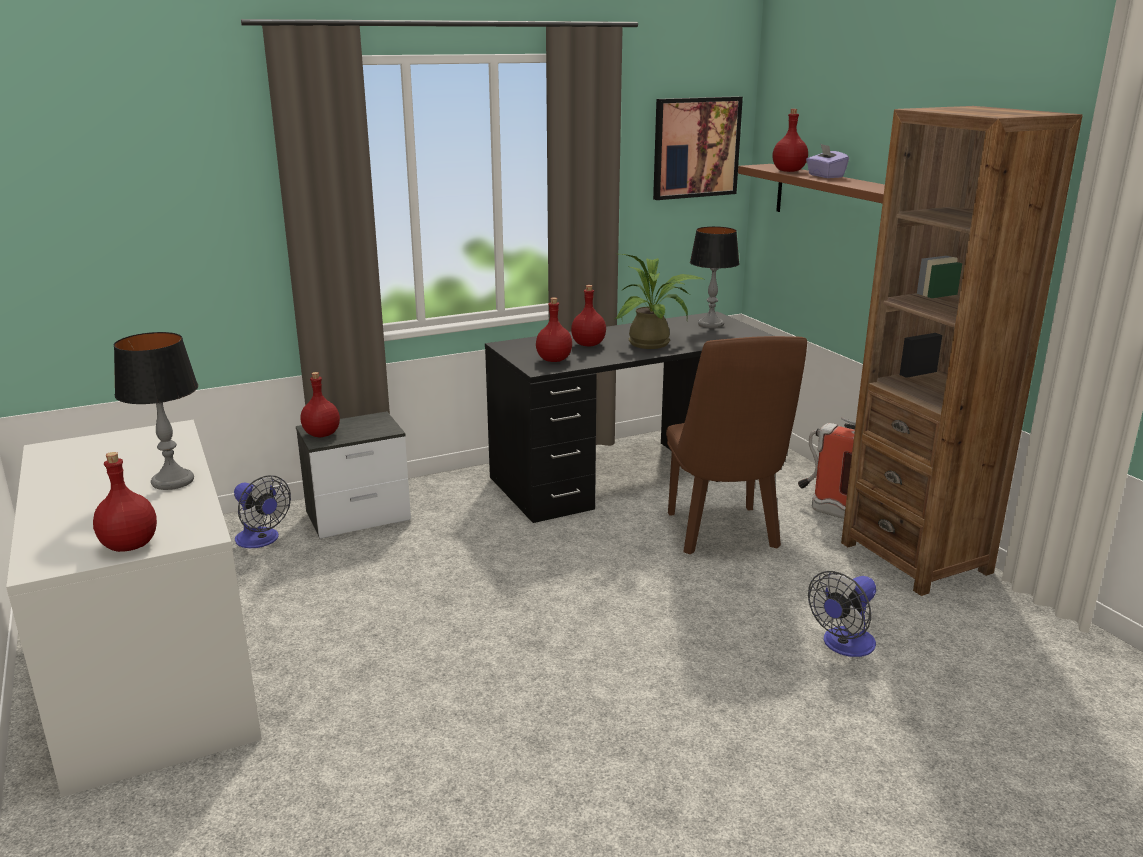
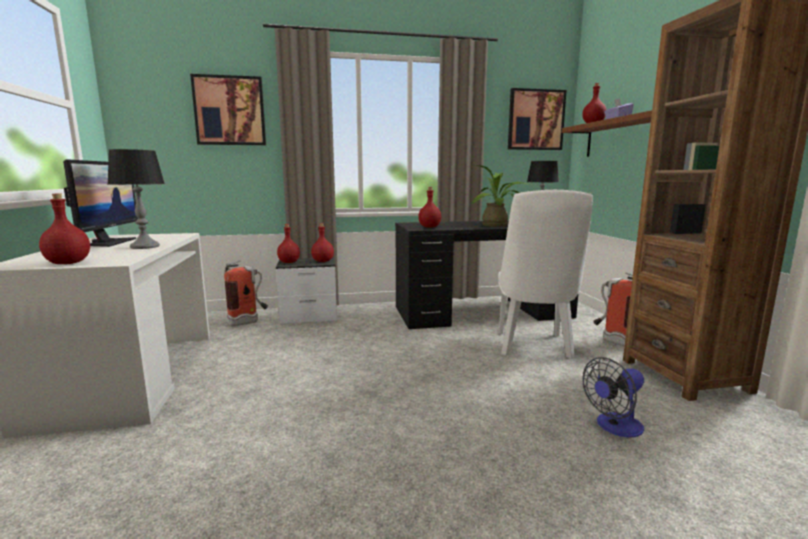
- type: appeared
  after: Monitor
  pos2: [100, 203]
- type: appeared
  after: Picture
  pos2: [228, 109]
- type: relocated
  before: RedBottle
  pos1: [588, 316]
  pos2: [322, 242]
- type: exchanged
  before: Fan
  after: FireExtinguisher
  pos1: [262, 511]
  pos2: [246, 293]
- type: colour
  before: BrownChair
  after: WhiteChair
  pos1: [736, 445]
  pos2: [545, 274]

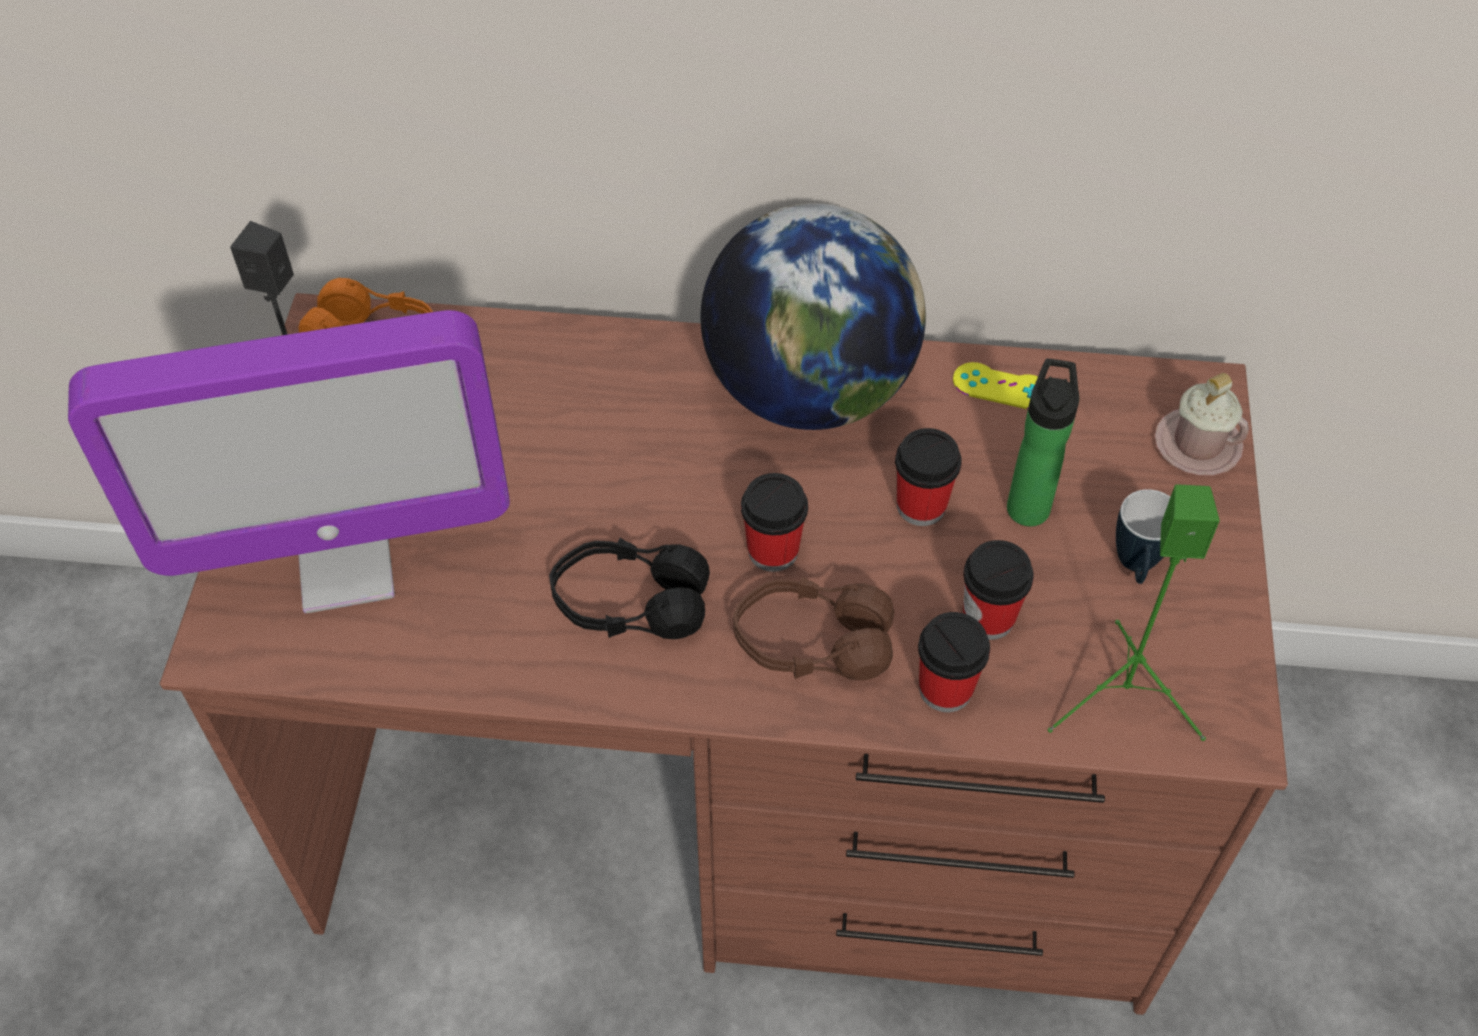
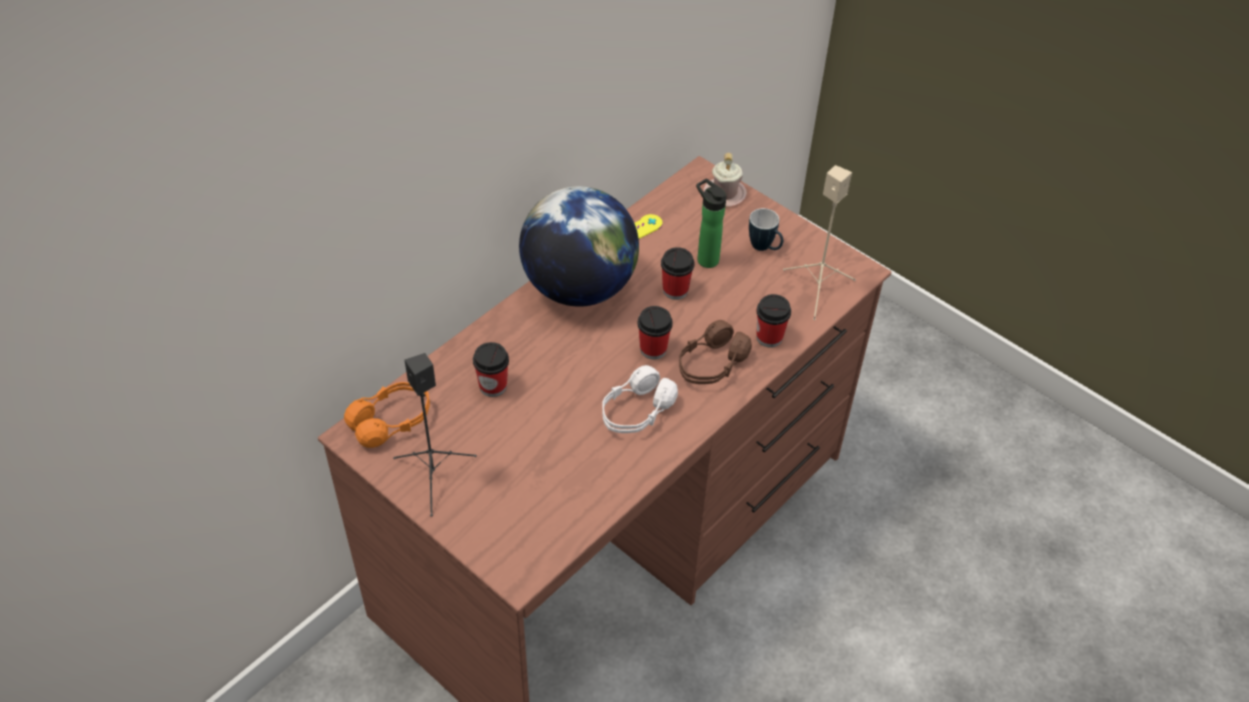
- type: missing
  before: Monitor
  pos1: [289, 461]
- type: relocated
  before: Cup
  pos1: [998, 590]
  pos2: [491, 369]
- type: colour
  before: BlackHeadphones
  after: WhiteHeadphones
  pos1: [629, 588]
  pos2: [640, 399]
- type: colour
  before: GreenSpeaker
  after: BeigeSpeaker
  pos1: [1134, 612]
  pos2: [819, 242]

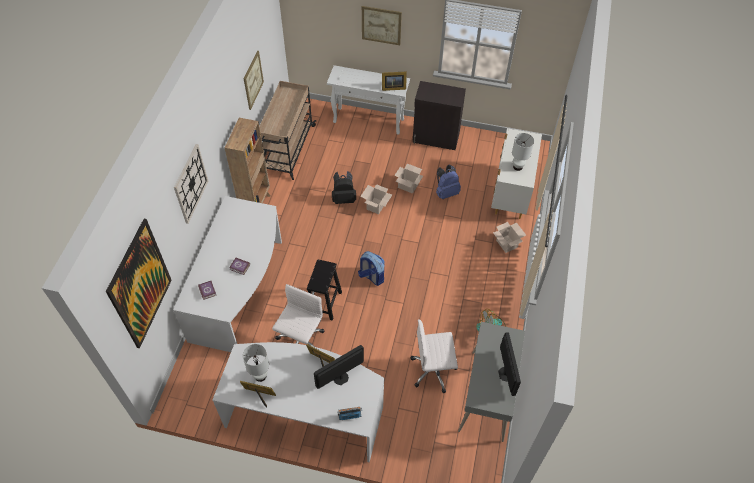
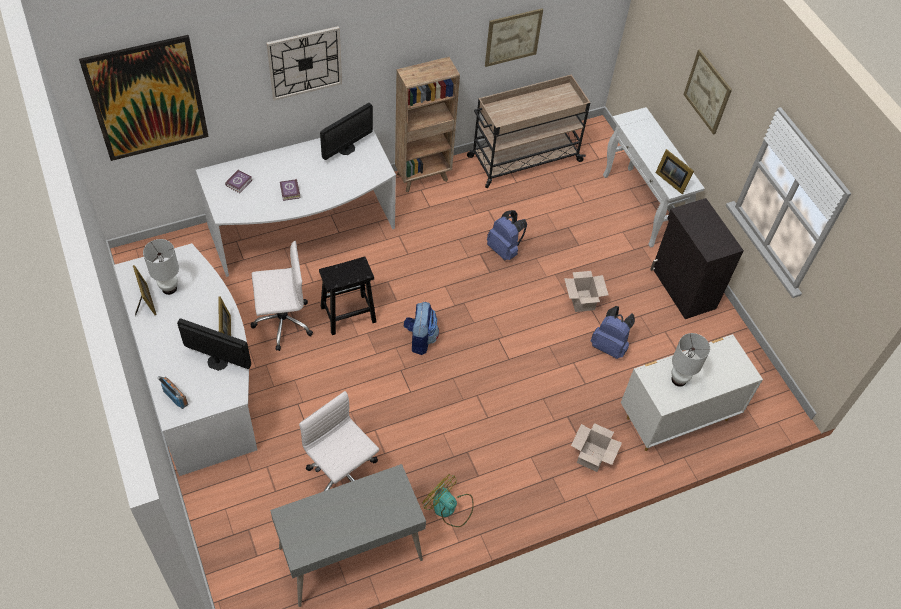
- type: missing
  before: CardboardBox
  pos1: [376, 199]
- type: relocated
  before: Monitor
  pos1: [509, 364]
  pos2: [346, 131]
- type: colour
  before: BlackBackpack
  after: BlueBackpack
  pos1: [344, 187]
  pos2: [507, 235]

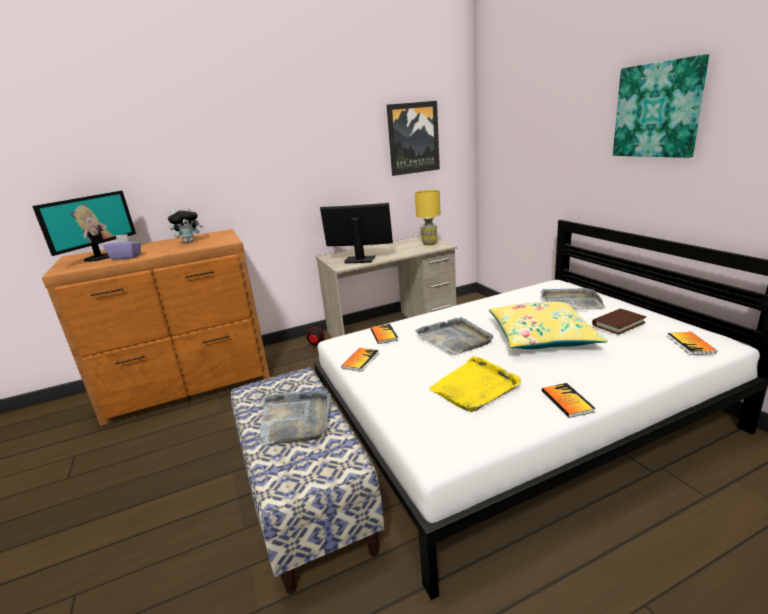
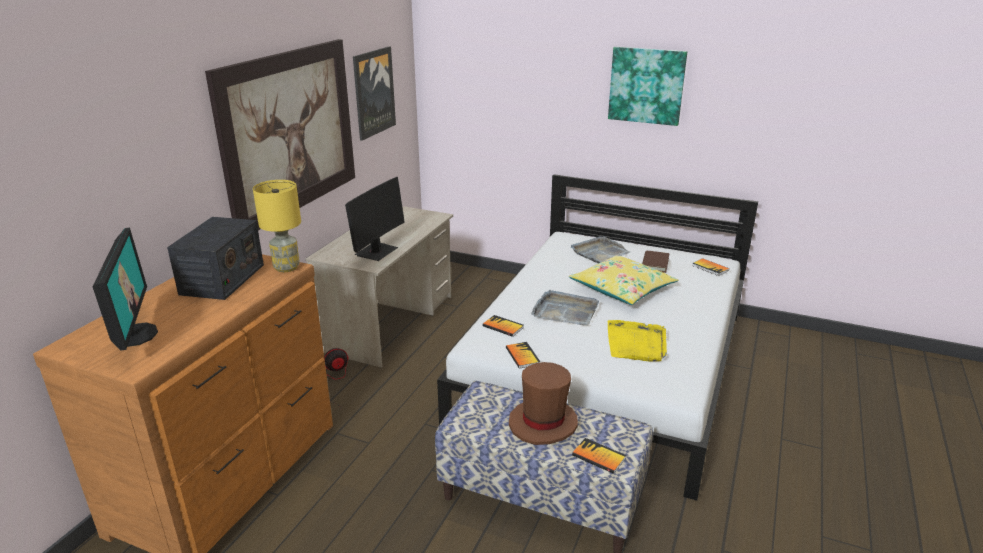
- type: missing
  before: PurpleTissueBox
  pos1: [122, 247]
- type: appeared
  after: Picture
  pos2: [280, 134]
- type: relocated
  before: YellowTableLamp
  pos1: [428, 217]
  pos2: [277, 226]
- type: relocated
  before: Book
  pos1: [569, 400]
  pos2: [599, 456]
- type: exchanged
  before: PlushToy
  after: Radio
  pos1: [185, 225]
  pos2: [215, 258]
- type: exchanged
  before: GreyTray
  after: BrownHat
  pos1: [295, 417]
  pos2: [543, 403]
- type: spun
  before: Monitor
  pos1: [356, 233]
  pos2: [375, 219]
  turn: 150

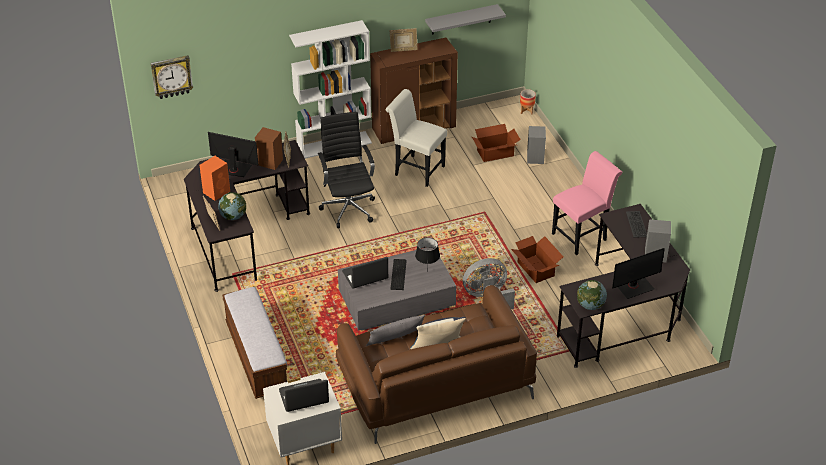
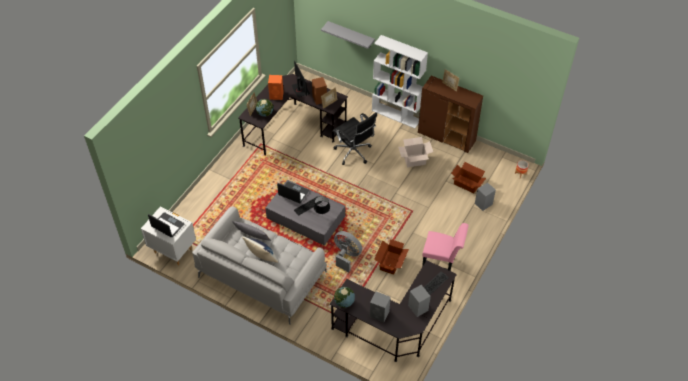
- type: missing
  before: WallClock
  pos1: [172, 77]
- type: missing
  before: Bench
  pos1: [254, 343]
- type: relocated
  before: GreyShelf
  pos1: [465, 19]
  pos2: [348, 35]
- type: exchanged
  before: WhiteChair
  after: CardboardBox
  pos1: [416, 138]
  pos2: [415, 152]
- type: exchanged
  before: Monitor
  after: GreySpeaker
  pos1: [638, 273]
  pos2: [380, 306]
- type: colour
  before: BrownSofa
  after: GreySofa
  pos1: [436, 364]
  pos2: [259, 265]
- type: spun
  before: BlackOfficeChair
  pos1: [346, 170]
  pos2: [354, 138]
  turn: 105

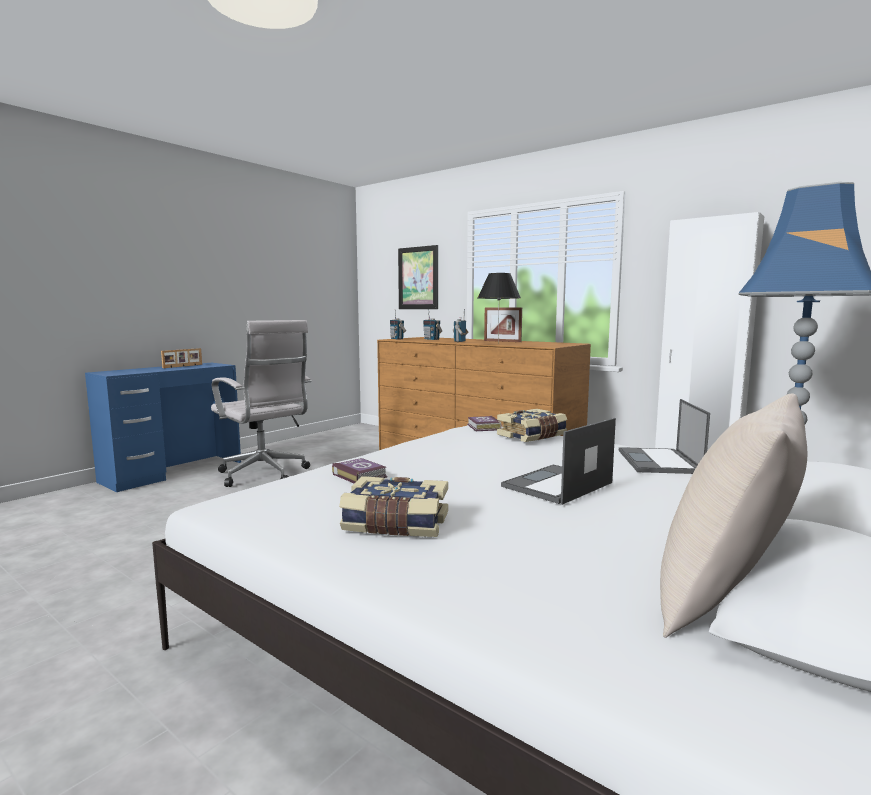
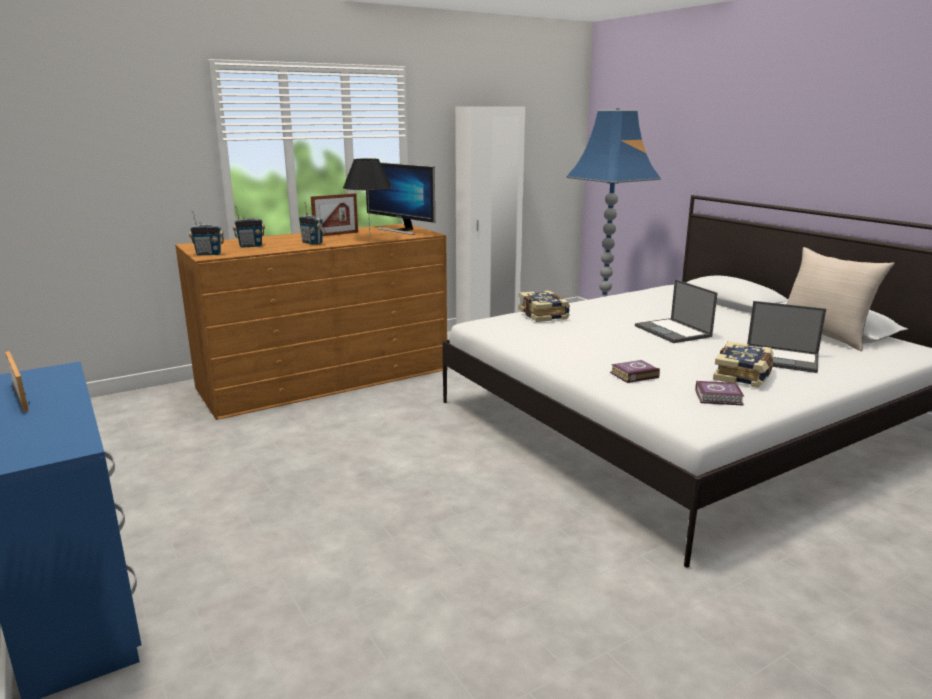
- type: missing
  before: WhiteOfficeChair
  pos1: [261, 403]
- type: missing
  before: Picture
  pos1: [418, 277]
- type: appeared
  after: Monitor
  pos2: [400, 198]
- type: relocated
  before: Book
  pos1: [484, 423]
  pos2: [720, 393]
- type: relocated
  before: Laptop
  pos1: [664, 436]
  pos2: [786, 337]

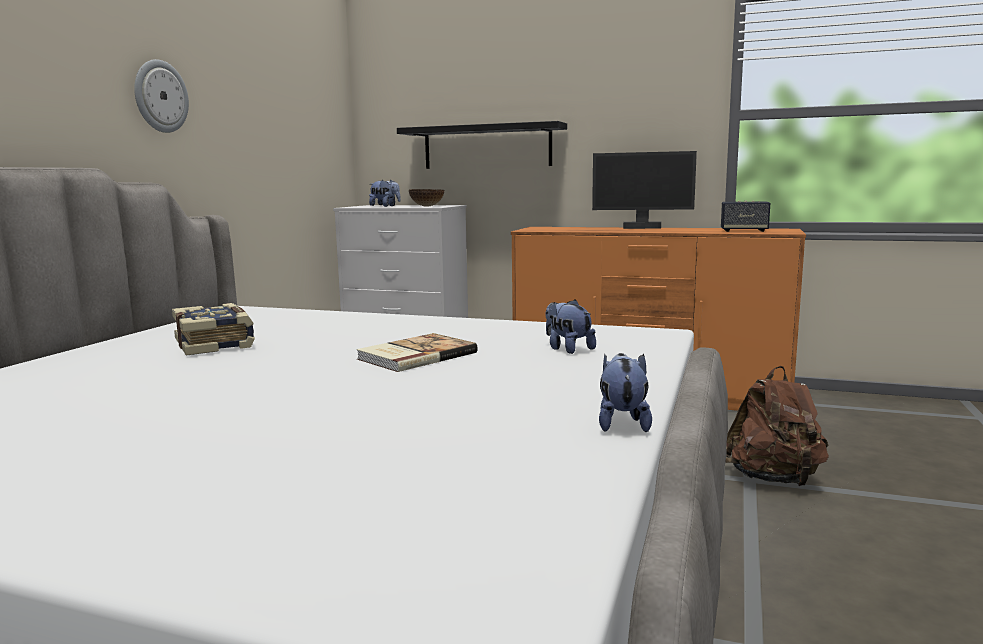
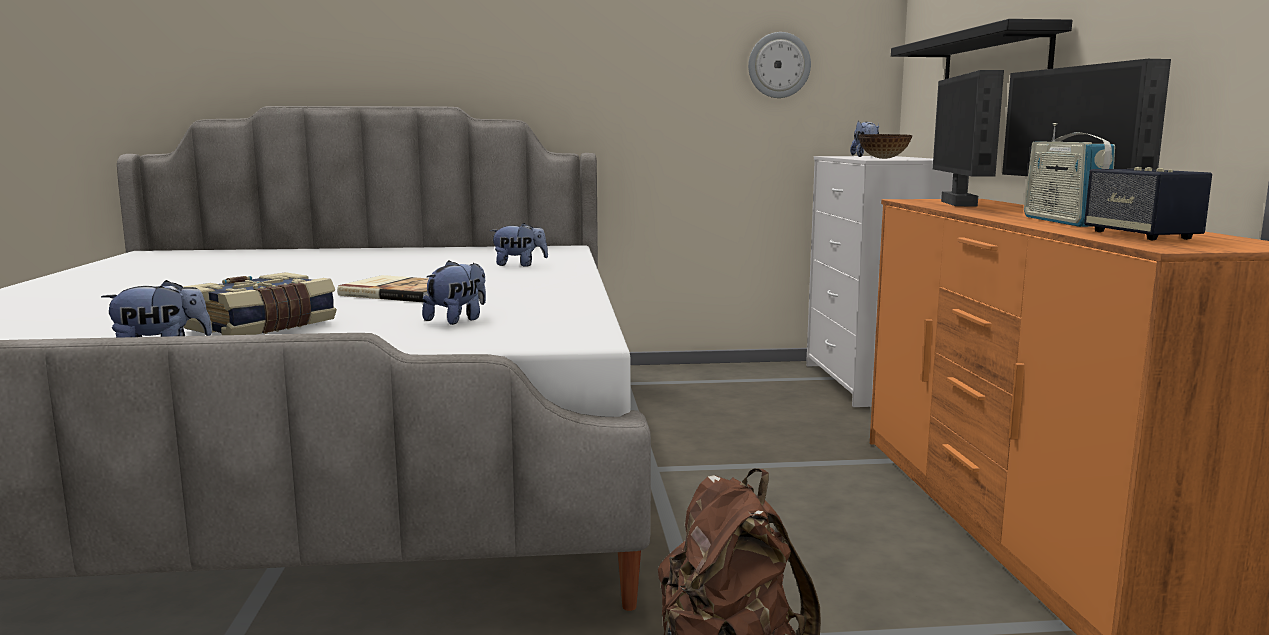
- type: appeared
  after: PlushToy
  pos2: [519, 245]
- type: appeared
  after: Monitor
  pos2: [968, 138]
- type: appeared
  after: Radio
  pos2: [1069, 175]
- type: relocated
  before: WallClock
  pos1: [161, 96]
  pos2: [779, 65]
- type: relocated
  before: Book
  pos1: [213, 329]
  pos2: [260, 303]

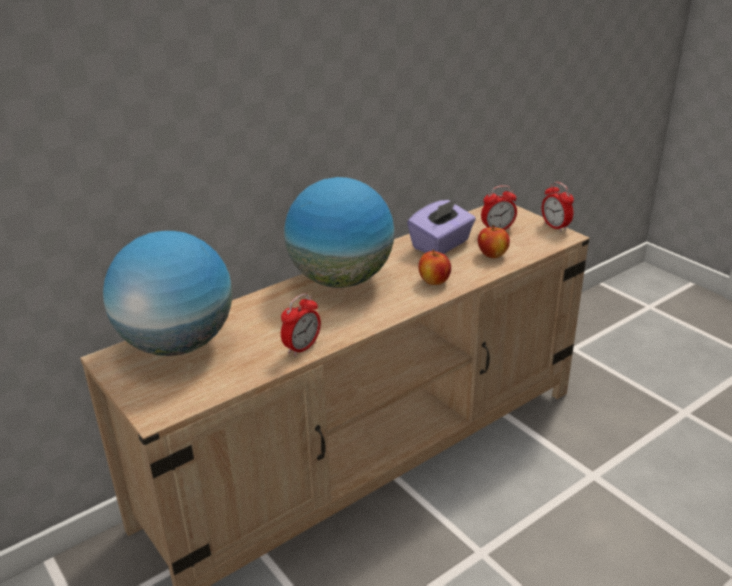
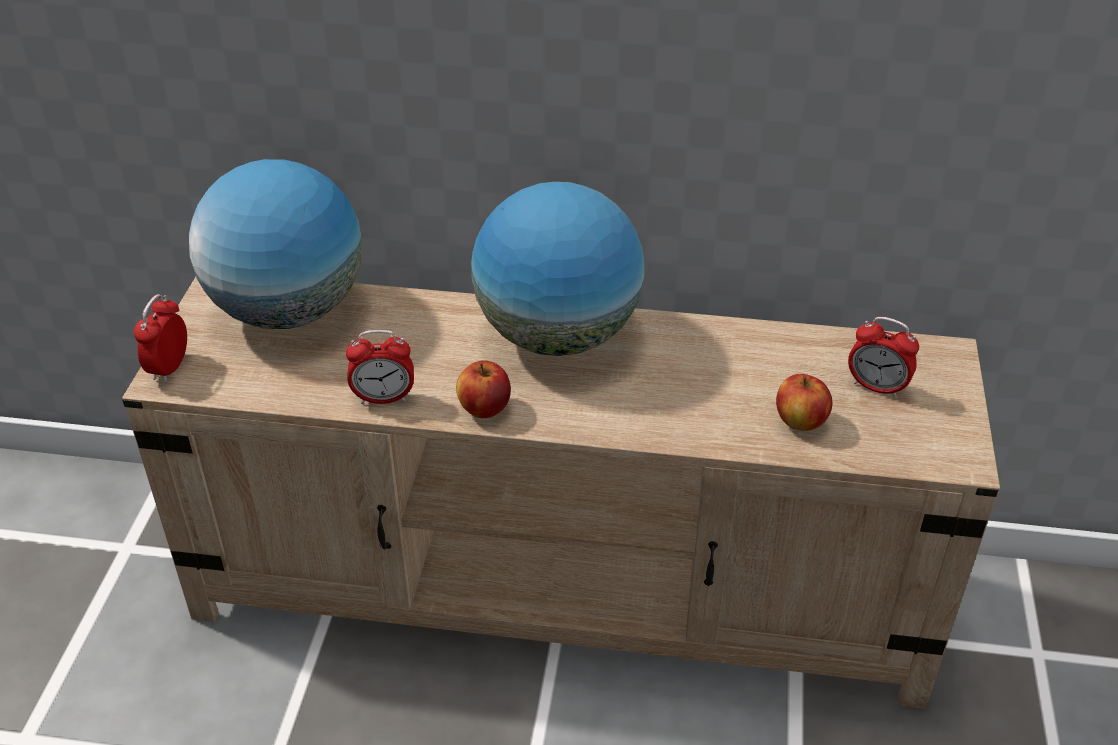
- type: missing
  before: PurpleTissueBox
  pos1: [441, 226]
- type: relocated
  before: Apple
  pos1: [435, 267]
  pos2: [483, 389]
- type: relocated
  before: AlarmClock
  pos1: [558, 207]
  pos2: [160, 338]

